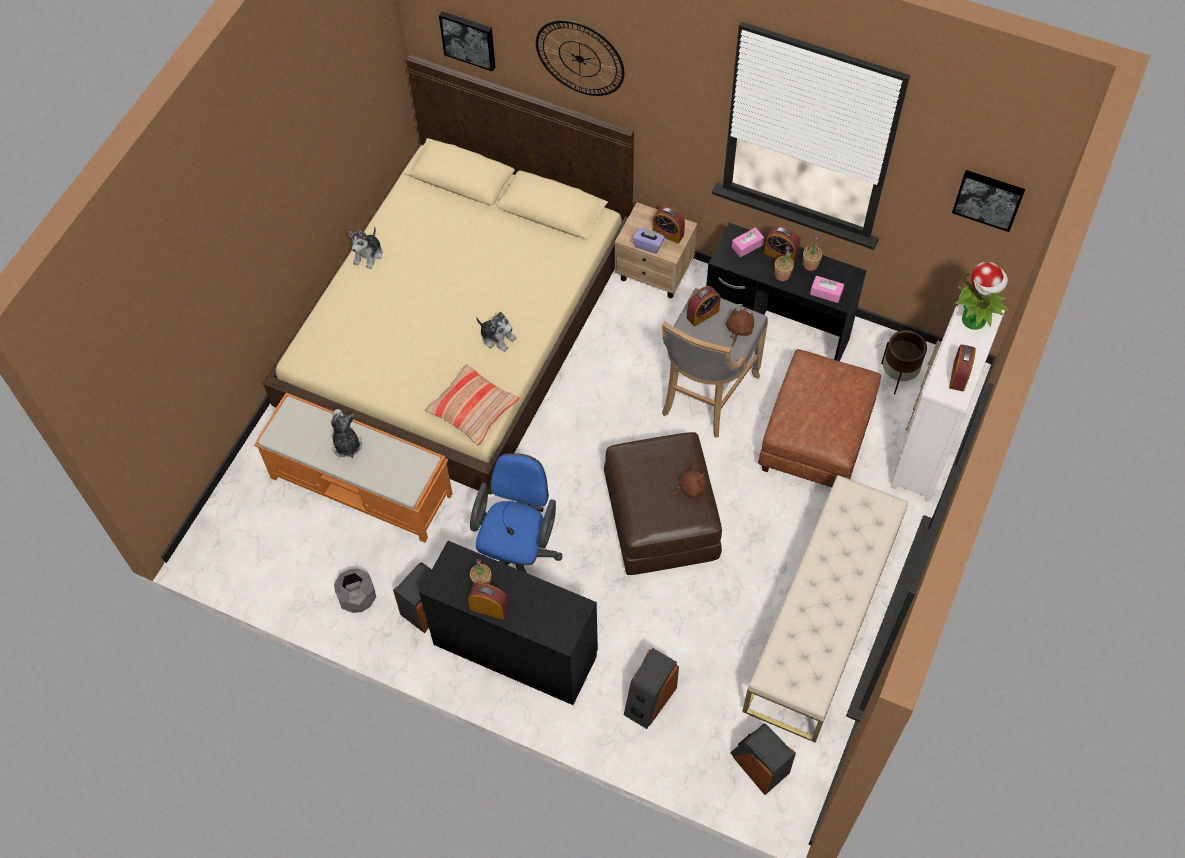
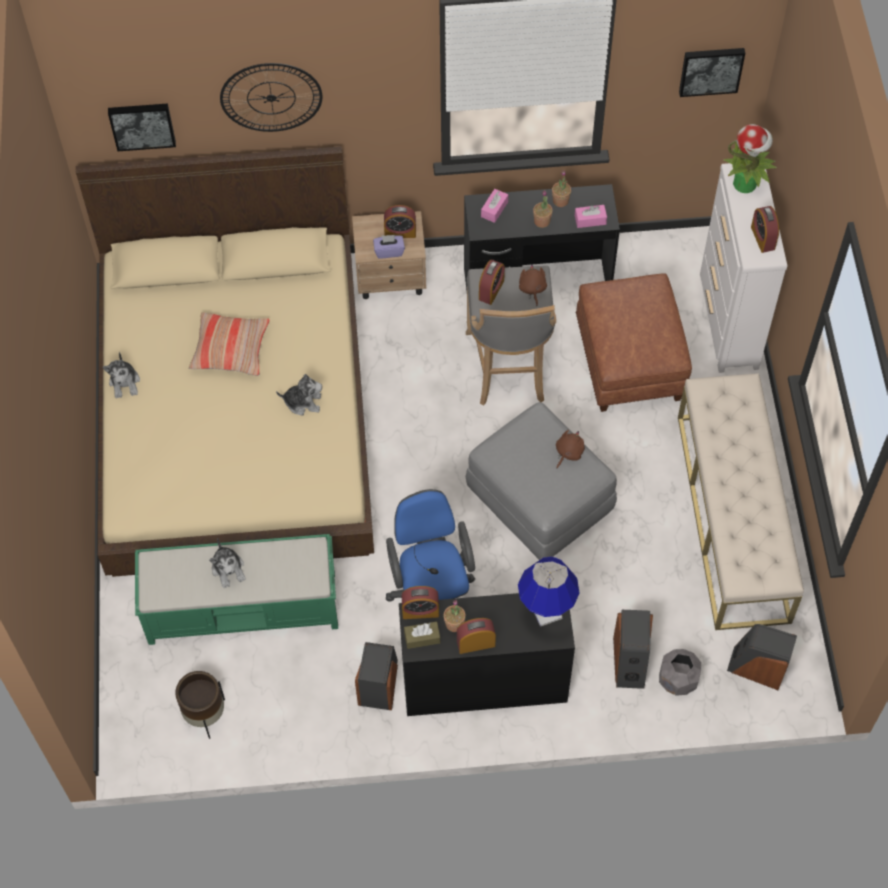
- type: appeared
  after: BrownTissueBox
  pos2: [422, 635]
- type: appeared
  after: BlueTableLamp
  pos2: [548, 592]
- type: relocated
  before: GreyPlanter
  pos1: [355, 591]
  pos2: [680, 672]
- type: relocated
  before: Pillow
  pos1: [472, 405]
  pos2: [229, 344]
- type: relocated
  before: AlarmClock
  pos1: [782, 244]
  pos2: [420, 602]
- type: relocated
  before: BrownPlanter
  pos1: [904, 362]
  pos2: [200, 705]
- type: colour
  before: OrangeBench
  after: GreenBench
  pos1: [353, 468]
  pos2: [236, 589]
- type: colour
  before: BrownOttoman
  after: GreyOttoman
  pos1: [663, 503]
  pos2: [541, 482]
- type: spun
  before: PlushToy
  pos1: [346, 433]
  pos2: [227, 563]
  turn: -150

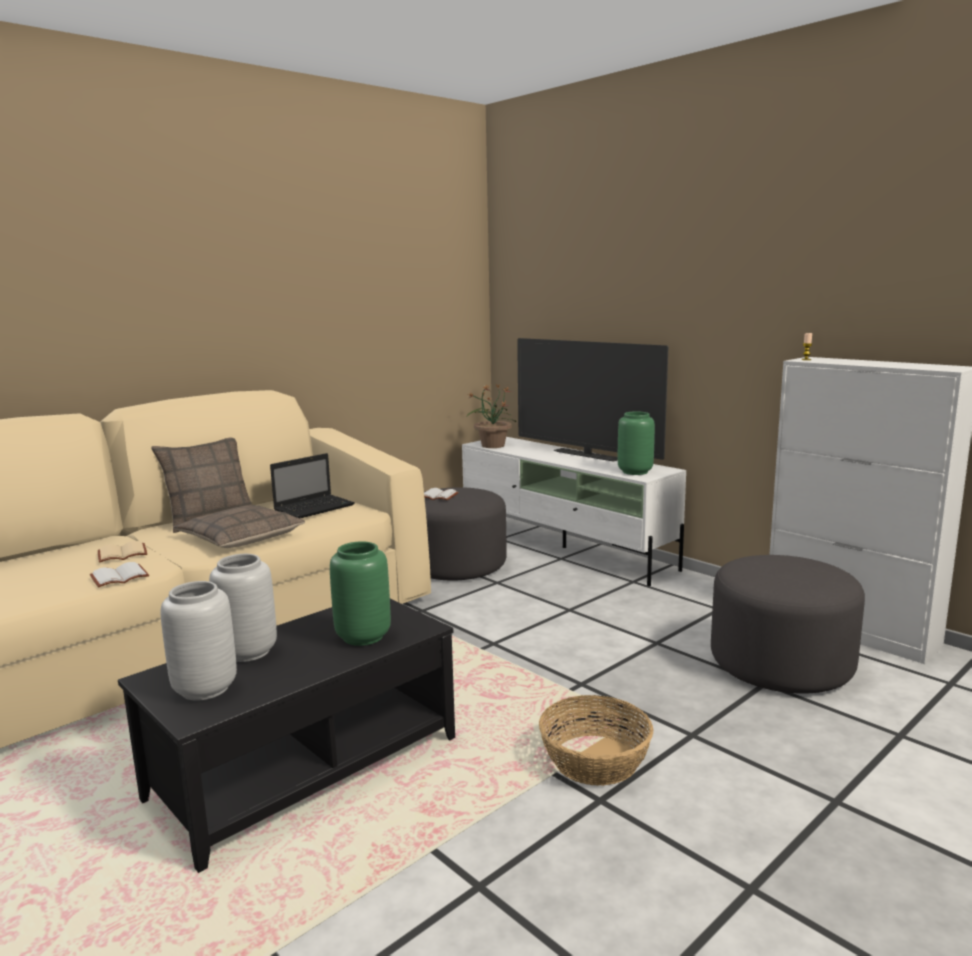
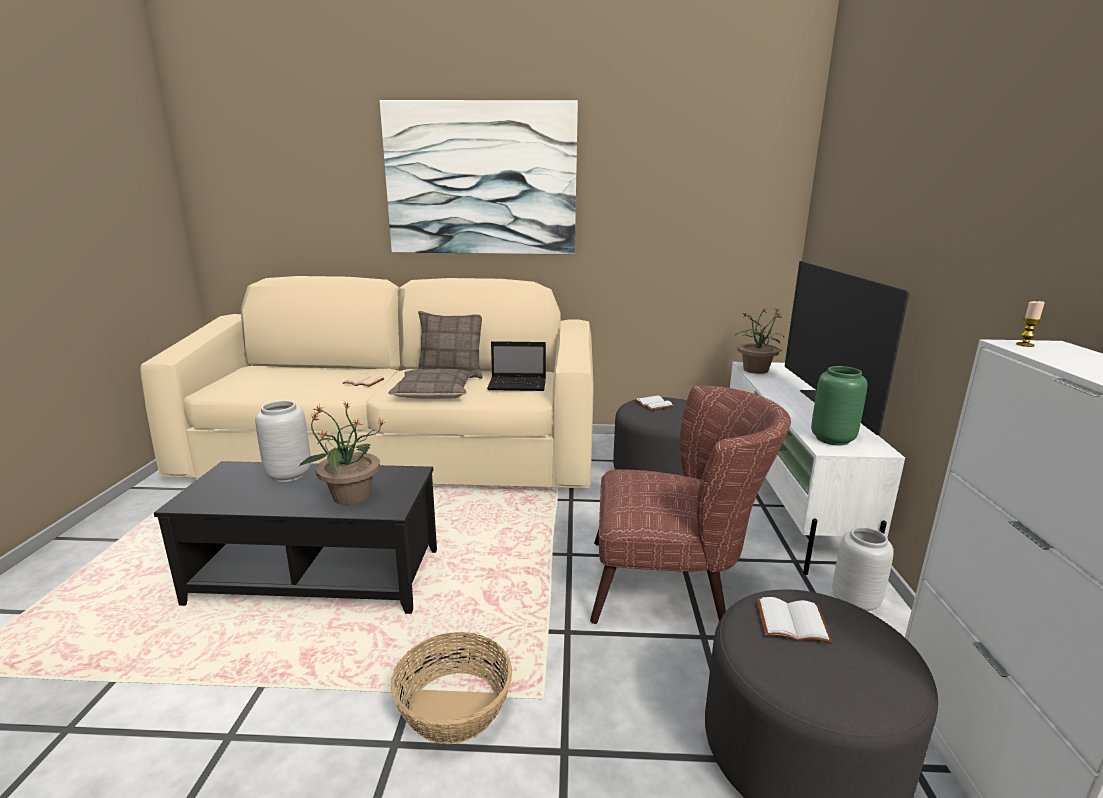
- type: appeared
  after: Picture
  pos2: [479, 177]
- type: appeared
  after: BrownArmchair
  pos2: [690, 504]
- type: relocated
  before: WhiteBook
  pos1: [119, 575]
  pos2: [794, 620]
- type: relocated
  before: GreyVase
  pos1: [198, 641]
  pos2: [863, 569]
- type: exchanged
  before: GreenVase
  after: PottedPlant
  pos1: [360, 593]
  pos2: [342, 453]

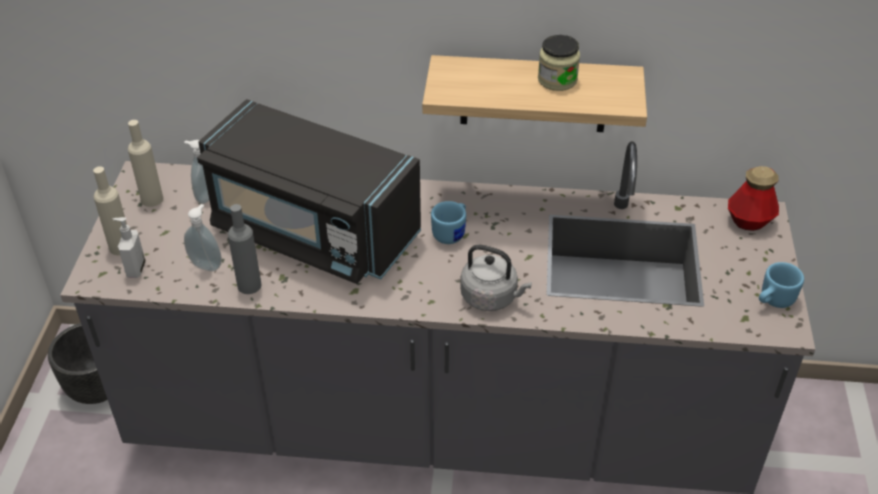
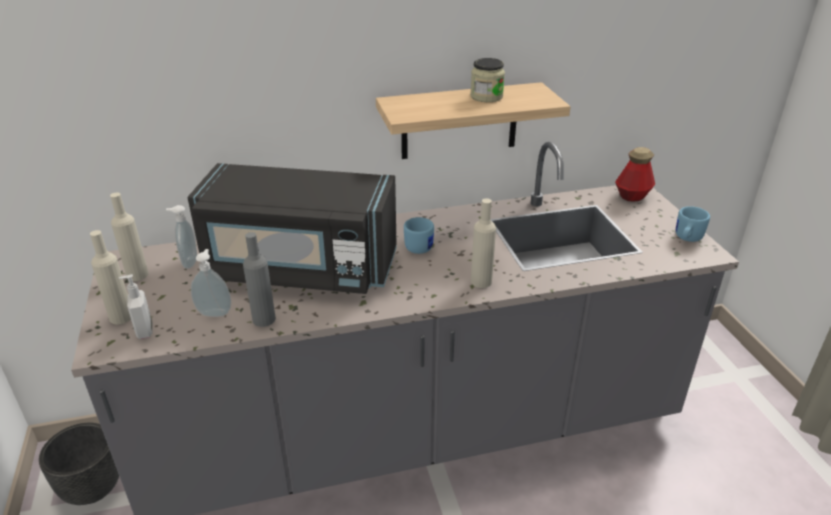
- type: exchanged
  before: GreyKettle
  after: BeigeBottle
  pos1: [496, 278]
  pos2: [483, 243]

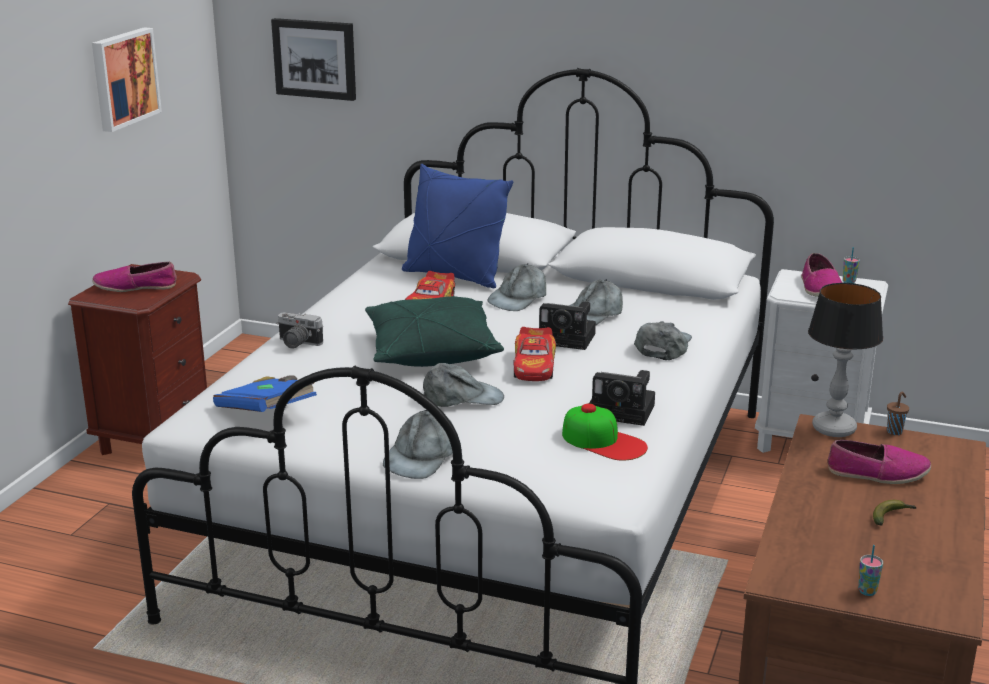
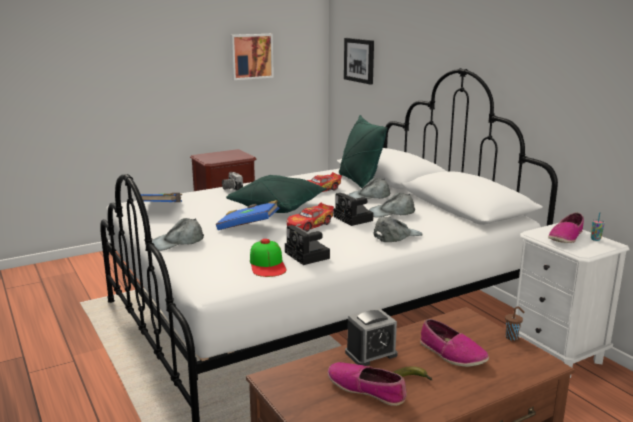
- type: missing
  before: TableLamp
  pos1: [845, 360]
- type: missing
  before: Cup
  pos1: [870, 570]
- type: appeared
  after: AlarmClock
  pos2: [371, 337]
- type: relocated
  before: Shoe
  pos1: [134, 277]
  pos2: [367, 384]
- type: exchanged
  before: GreyCap
  after: BlueBook
  pos1: [463, 385]
  pos2: [247, 215]
- type: colour
  before: BluePillow
  after: GreenPillow
  pos1: [457, 226]
  pos2: [363, 151]

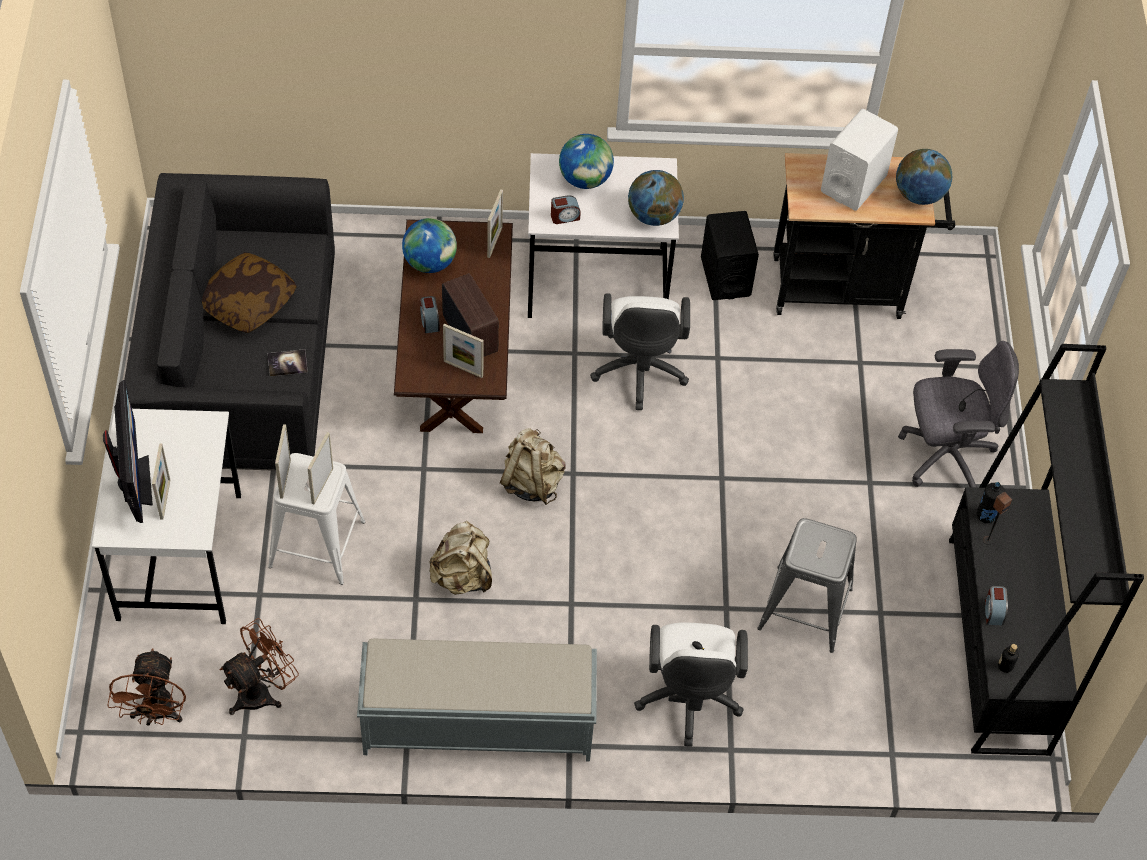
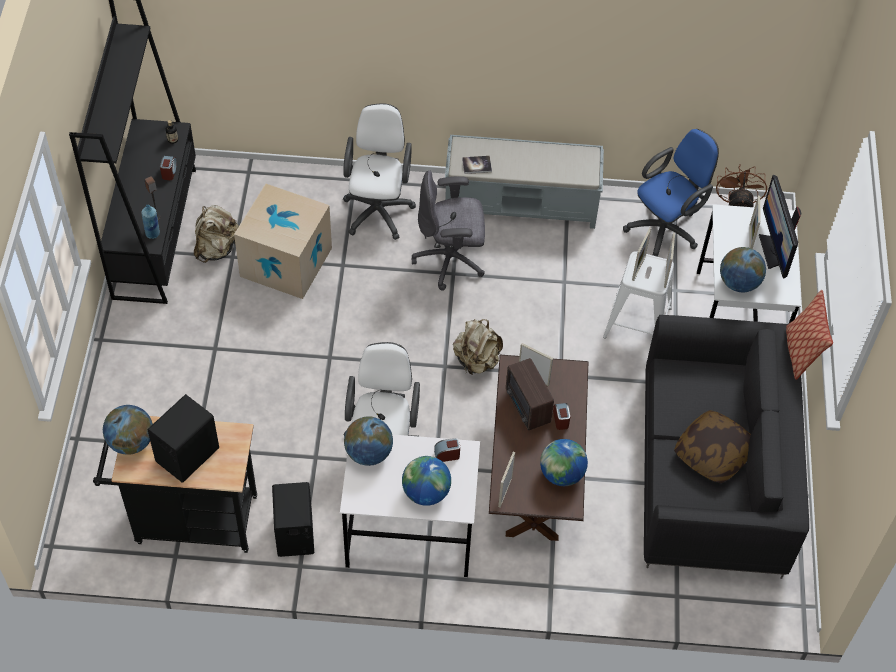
- type: appeared
  after: Globe
  pos2: [743, 269]
- type: appeared
  after: Pillow
  pos2: [809, 335]
- type: relocated
  before: Book
  pos1: [288, 362]
  pos2: [477, 165]
- type: relocated
  before: BeigeBackpack
  pos1: [460, 558]
  pos2: [216, 234]
- type: relocated
  before: GreyOfficeChair
  pos1: [958, 414]
  pos2: [448, 230]
- type: exchanged
  before: BrownFan
  after: BlueOfficeChair
  pos1: [259, 666]
  pos2: [671, 193]
- type: exchanged
  before: GreyStool
  after: CardboardBox
  pos1: [807, 585]
  pos2: [283, 241]
- type: colour
  before: WhiteSpeaker
  after: BlackSpeaker
  pos1: [859, 160]
  pos2: [183, 438]
- type: colour
  before: BlackBottle
  after: BlueBottle
  pos1: [991, 502]
  pos2: [150, 222]

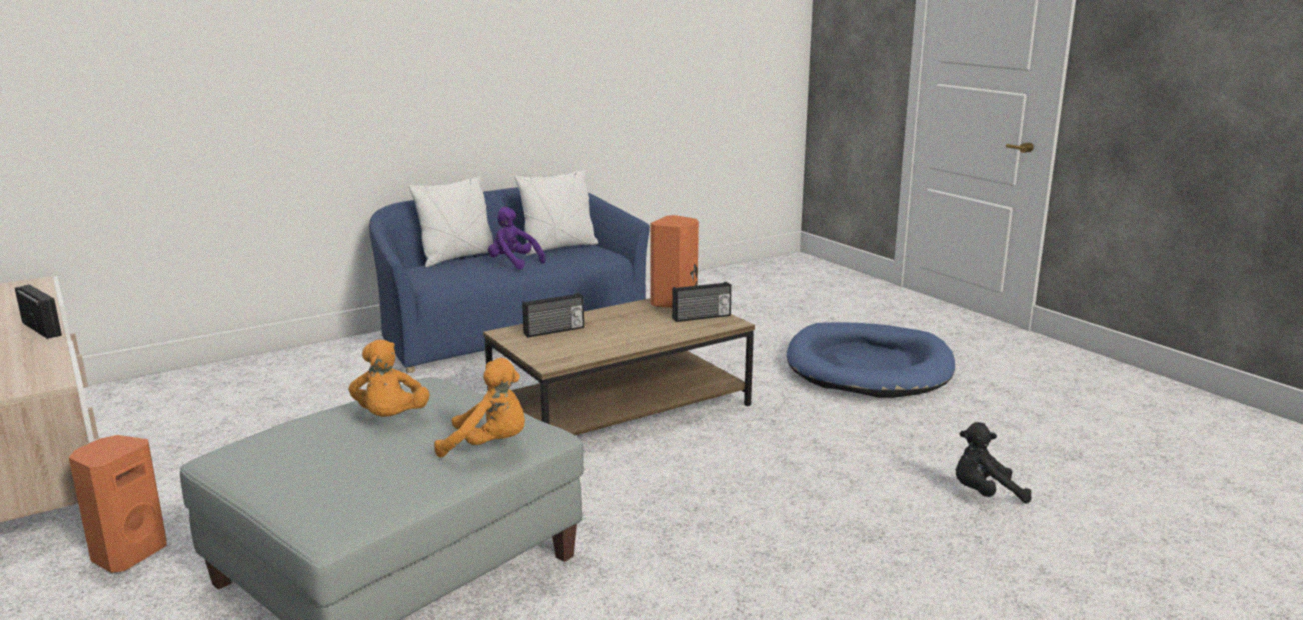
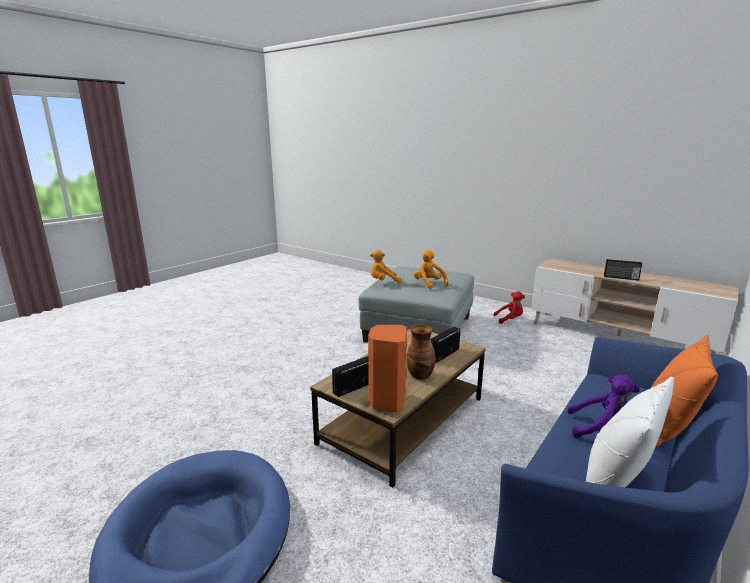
- type: missing
  before: BlackPlushToy
  pos1: [993, 462]
- type: appeared
  after: Vase
  pos2: [421, 352]
- type: exchanged
  before: OrangeSpeaker
  after: RedPlushToy
  pos1: [118, 504]
  pos2: [509, 307]
- type: colour
  before: WhitePillow
  after: OrangePillow
  pos1: [451, 221]
  pos2: [684, 391]

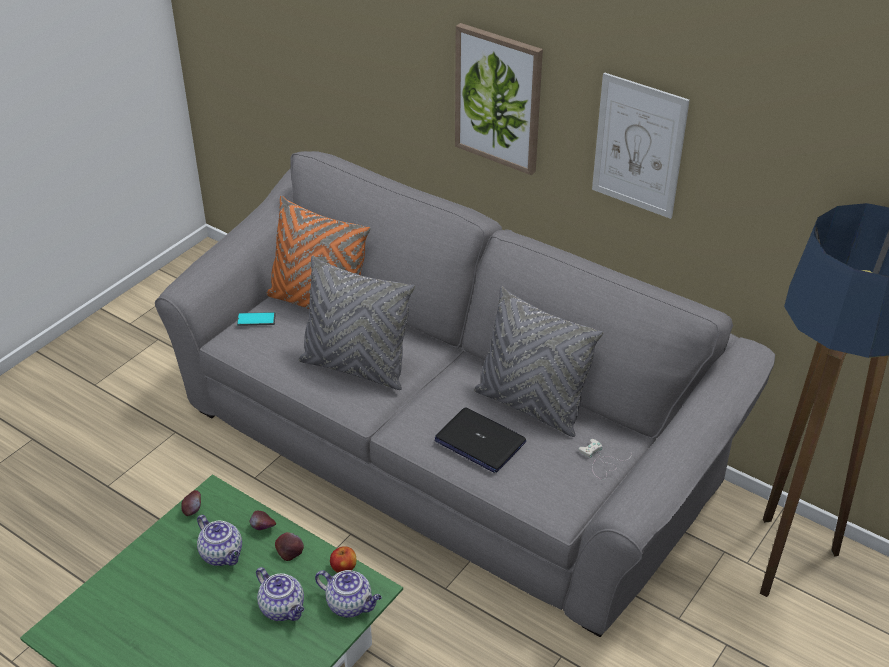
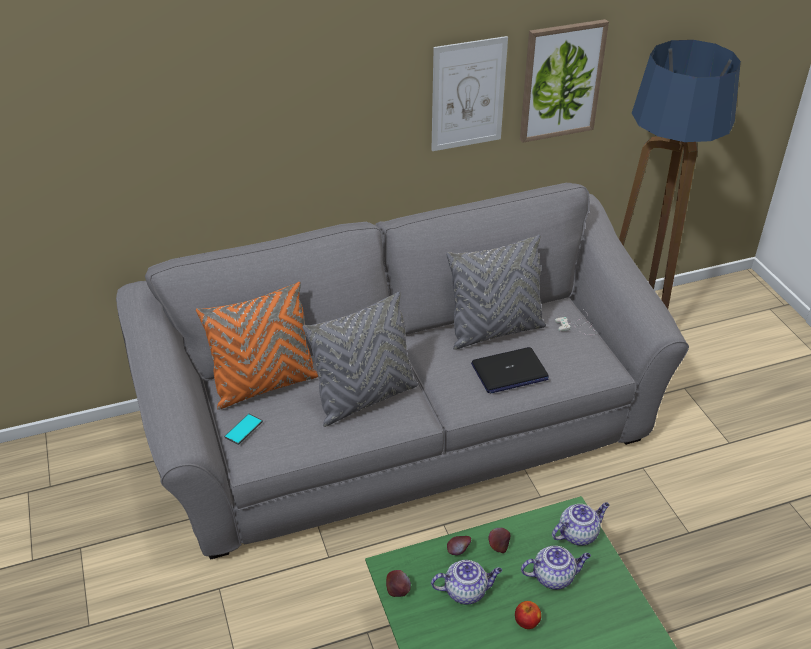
- type: relocated
  before: Apple
  pos1: [343, 559]
  pos2: [528, 615]
- type: relocated
  before: Picture
  pos1: [499, 99]
  pos2: [564, 80]

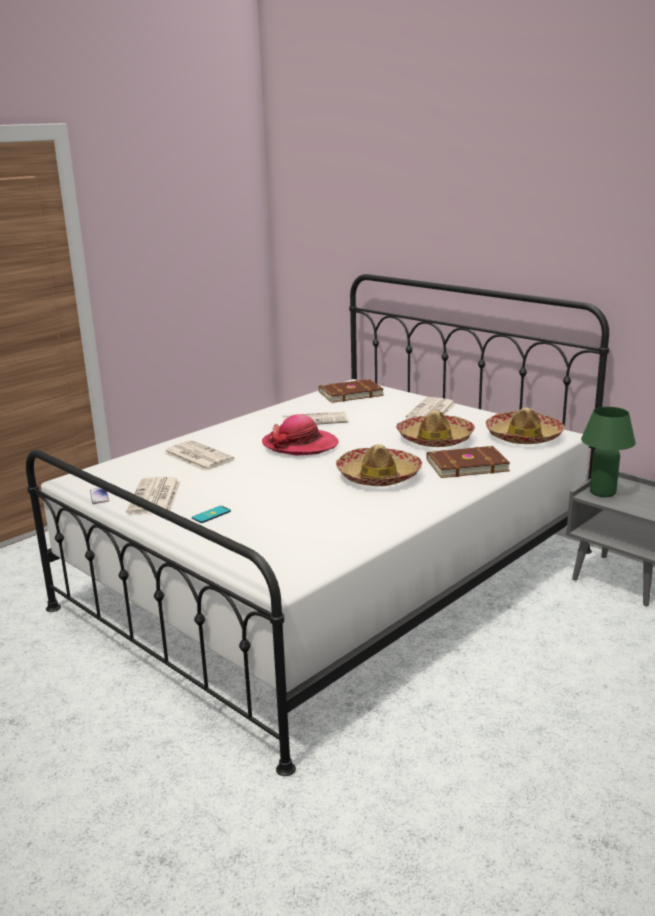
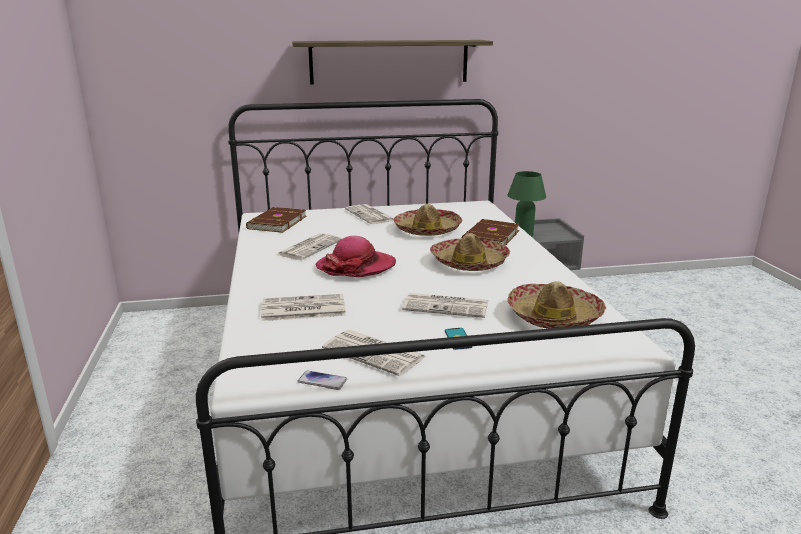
- type: appeared
  after: Shelf
  pos2: [392, 62]
- type: appeared
  after: Newspaper
  pos2: [445, 305]
- type: relocated
  before: Hat
  pos1: [525, 425]
  pos2: [556, 305]

